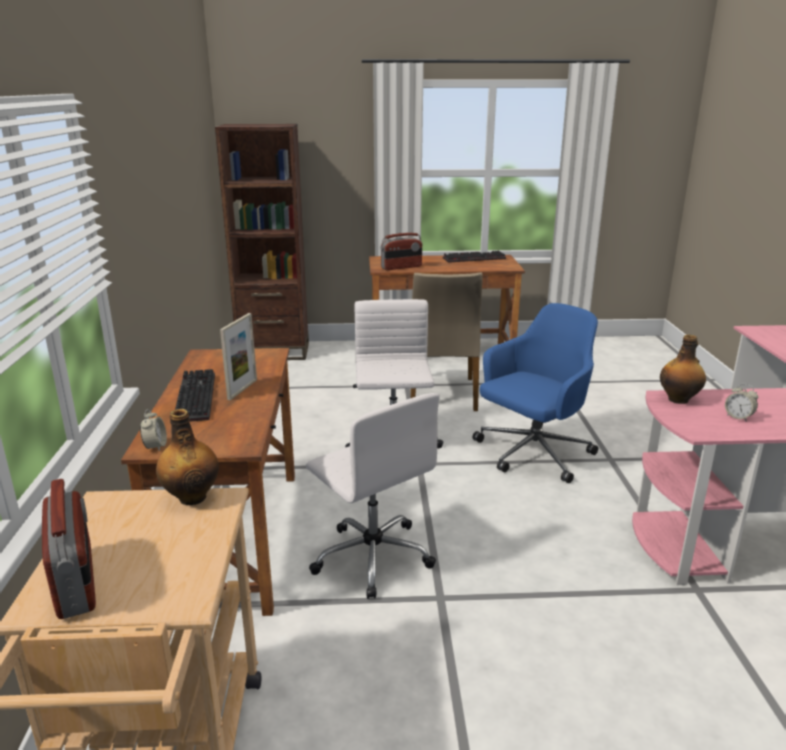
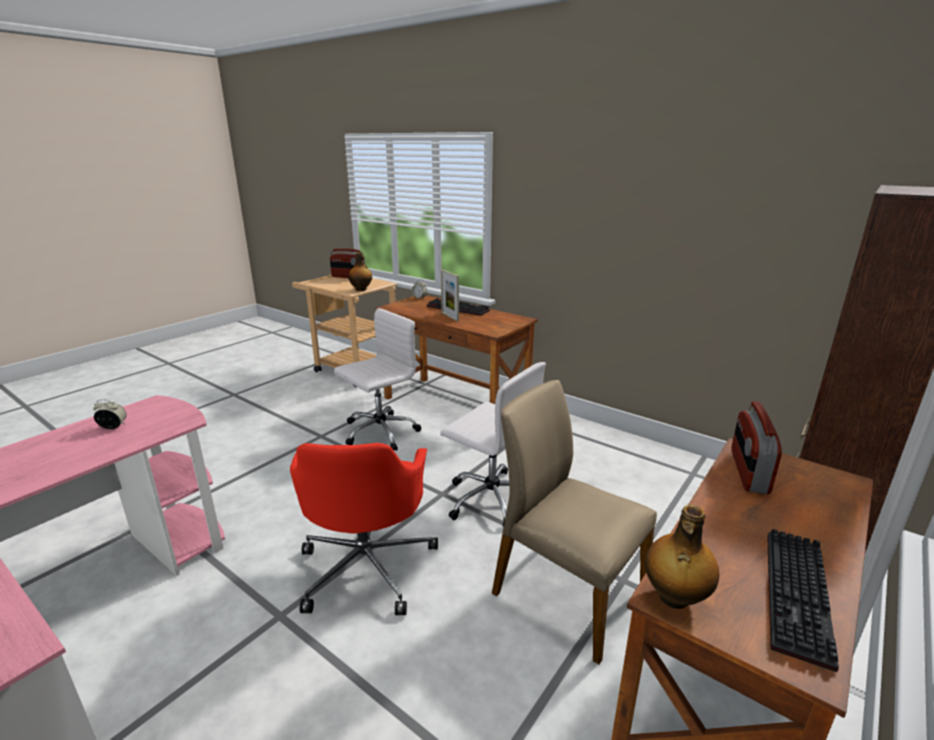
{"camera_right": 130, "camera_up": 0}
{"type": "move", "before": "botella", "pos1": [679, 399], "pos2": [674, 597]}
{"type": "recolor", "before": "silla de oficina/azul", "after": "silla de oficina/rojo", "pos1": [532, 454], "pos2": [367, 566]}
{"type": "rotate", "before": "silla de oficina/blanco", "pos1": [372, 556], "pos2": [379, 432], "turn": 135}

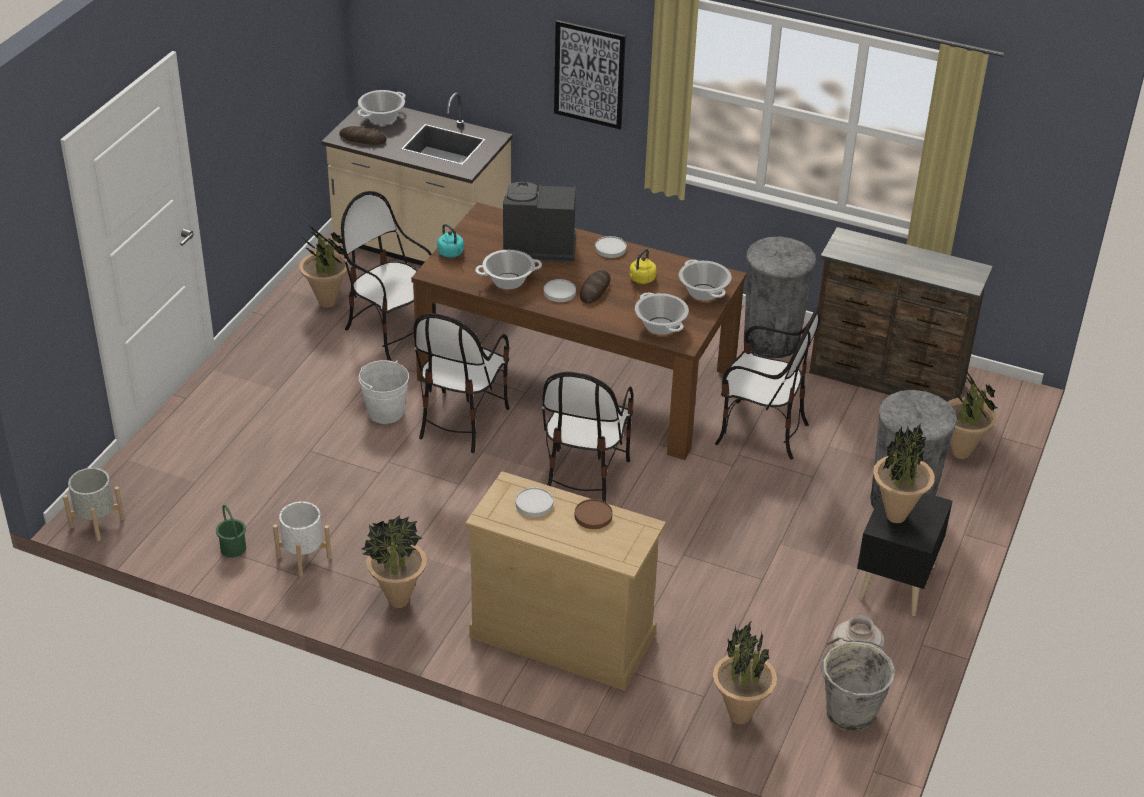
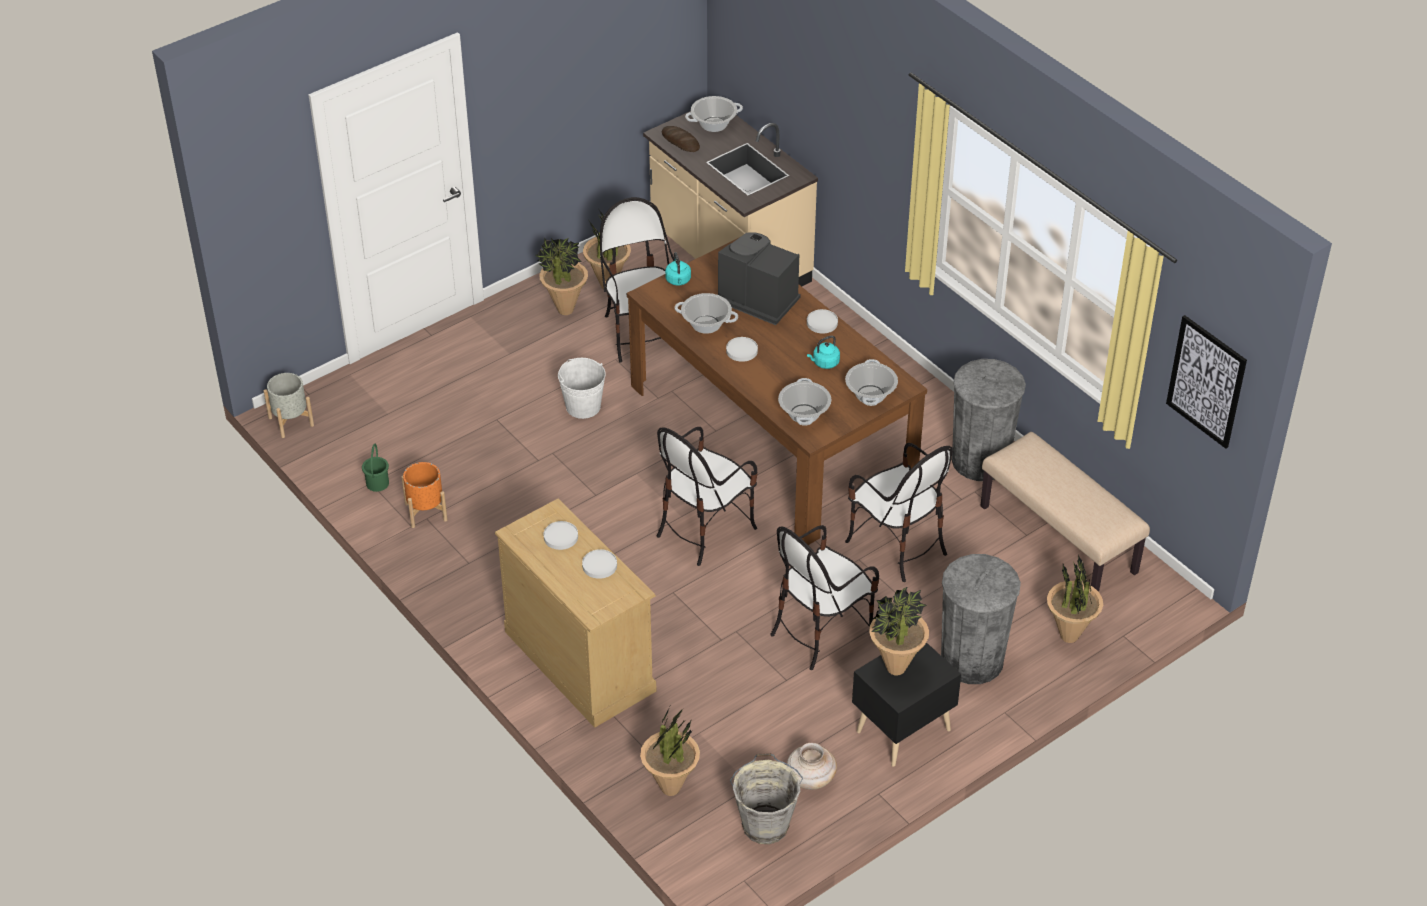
{"camera_right": 30, "camera_up": 5}
{"type": "delete", "before": "pan", "pos1": [595, 289]}
{"type": "move", "before": "planta en maceta", "pos1": [398, 601], "pos2": [565, 310]}
{"type": "move", "before": "silla", "pos1": [461, 421], "pos2": [821, 631]}
{"type": "move", "before": "cuadro", "pos1": [589, 74], "pos2": [1206, 381]}
{"type": "replace", "before": "cómoda/marrón", "after": "banco/beis", "pos1": [887, 380], "pos2": [1059, 539]}
{"type": "recolor", "before": "maceta/blanco", "after": "maceta/naranja", "pos1": [304, 557], "pos2": [426, 512]}
{"type": "recolor", "before": "plato/marrón", "after": "plato/blanco", "pos1": [593, 516], "pos2": [599, 566]}
{"type": "recolor", "before": "hervidor/amarillo", "after": "hervidor/turquesa", "pos1": [641, 280], "pos2": [824, 363]}

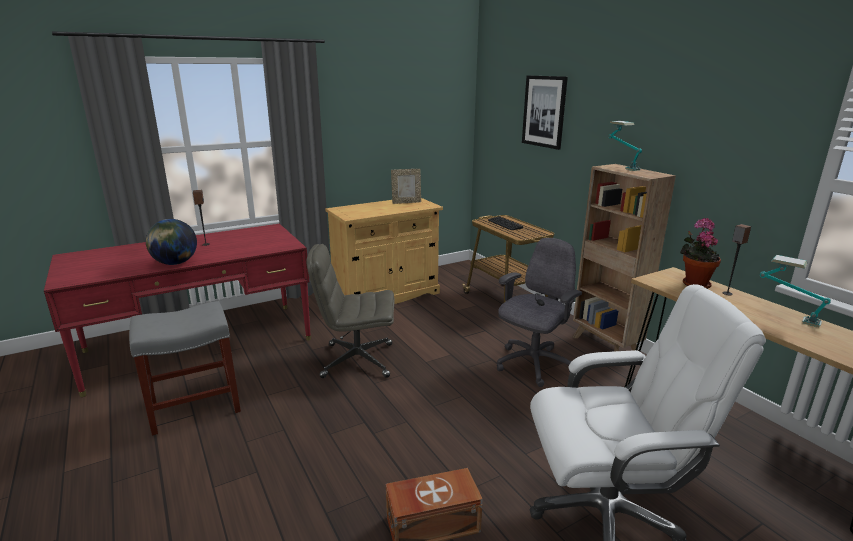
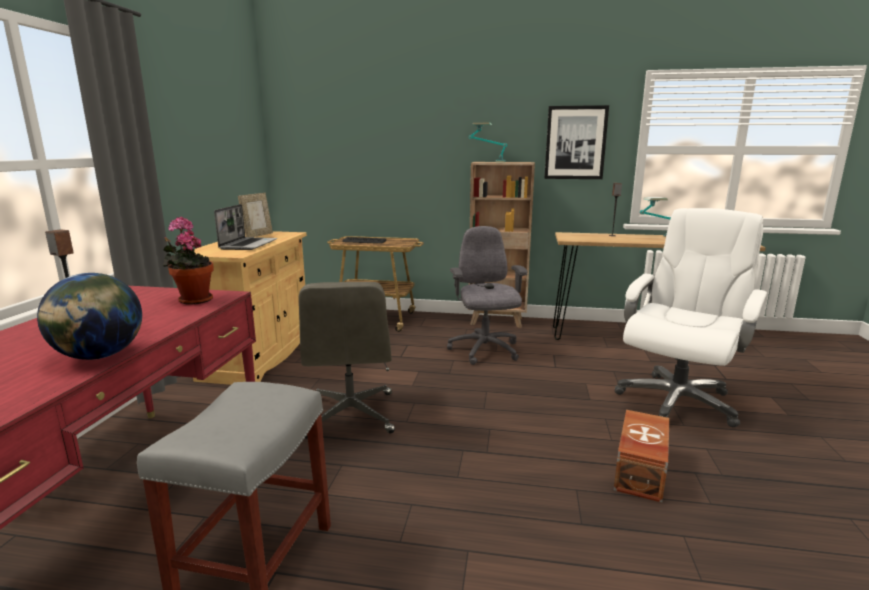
{"camera_right": -50, "camera_up": -5}
{"type": "insert", "after": "portátil", "pos2": [248, 245]}
{"type": "move", "before": "cuadro", "pos1": [544, 111], "pos2": [575, 143]}
{"type": "move", "before": "planta en maceta", "pos1": [694, 283], "pos2": [193, 300]}
{"type": "rotate", "before": "silla de oficina/gris", "pos1": [356, 360], "pos2": [351, 415], "turn": -45}

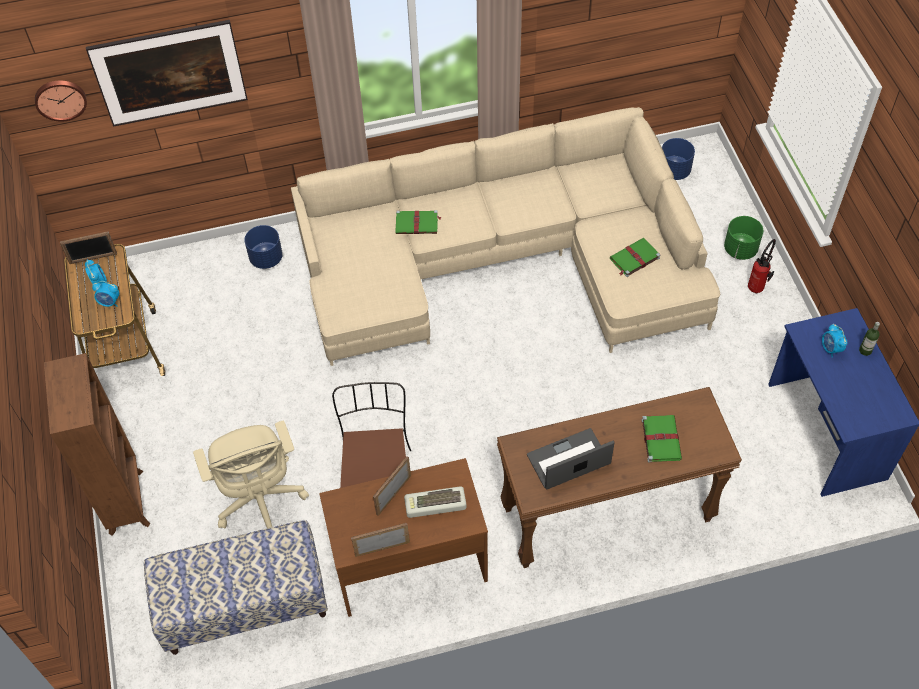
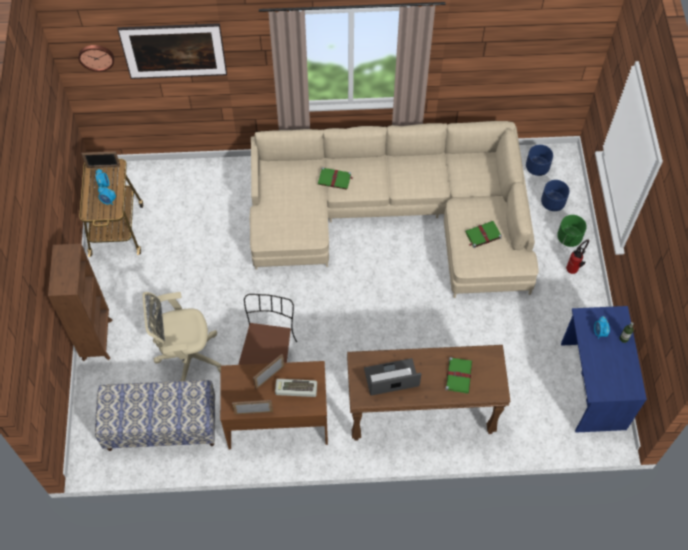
{"camera_right": 10, "camera_up": 5}
{"type": "move", "before": "maceta/azul", "pos1": [266, 258], "pos2": [552, 202]}
{"type": "rotate", "before": "silla de oficina/beis", "pos1": [260, 500], "pos2": [187, 356], "turn": 90}

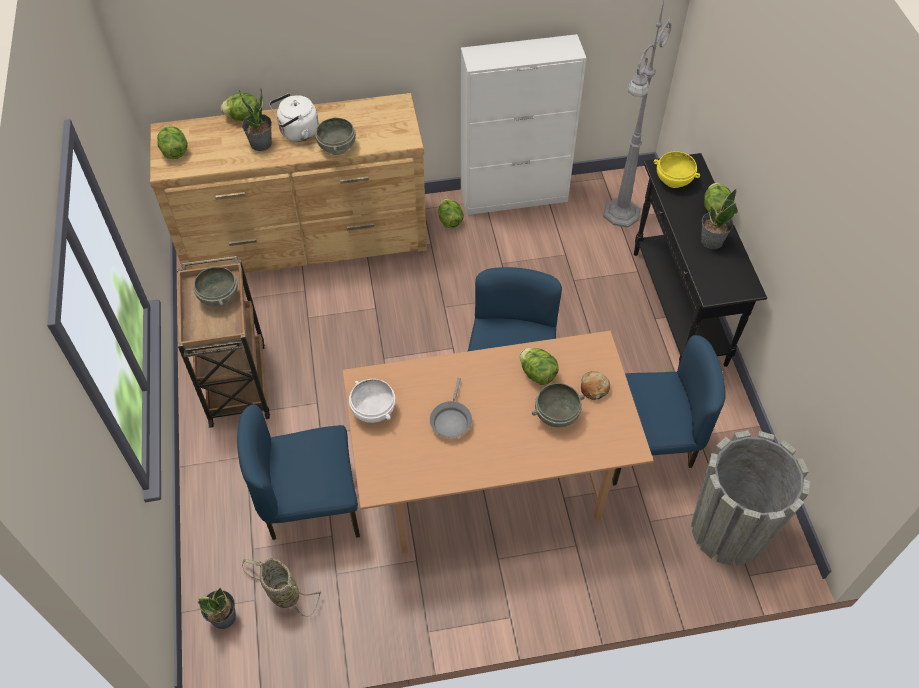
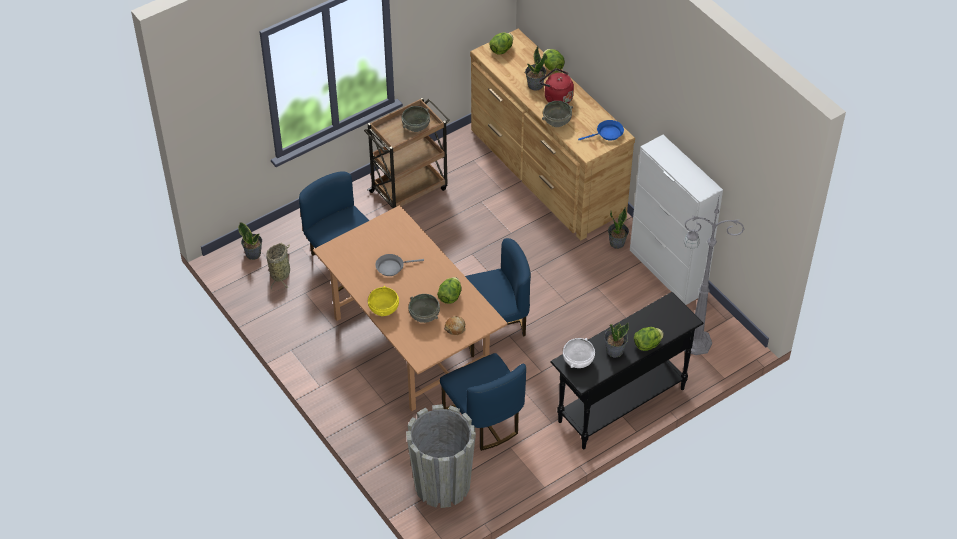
{"camera_right": 65, "camera_up": -5}
{"type": "insert", "after": "sartén/azul", "pos2": [607, 134]}
{"type": "move", "before": "cuenco/blanco", "pos1": [372, 410], "pos2": [577, 360]}
{"type": "move", "before": "cuenco/amarillo", "pos1": [674, 180], "pos2": [384, 309]}
{"type": "replace", "before": "lechuga", "after": "planta en maceta", "pos1": [450, 221], "pos2": [617, 243]}
{"type": "recolor", "before": "hervidor/blanco", "after": "hervidor/rojo", "pos1": [297, 133], "pos2": [556, 97]}

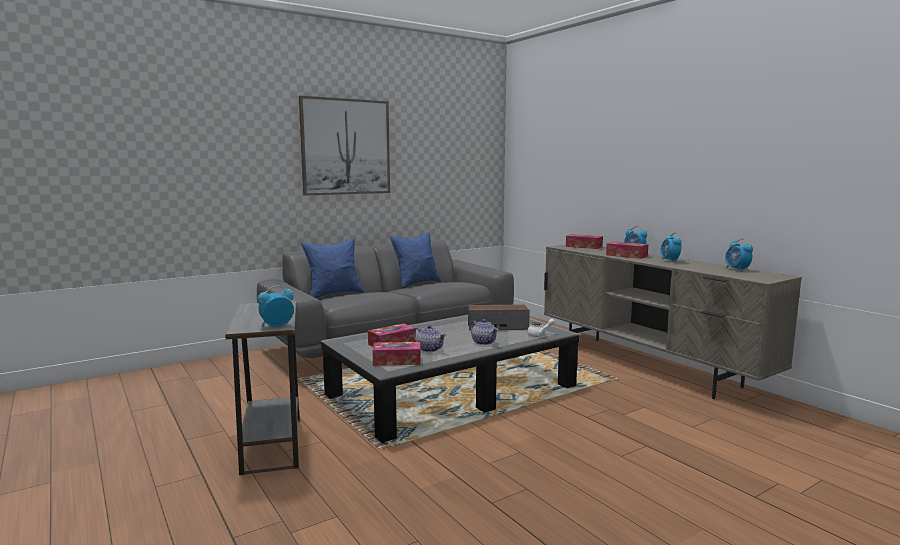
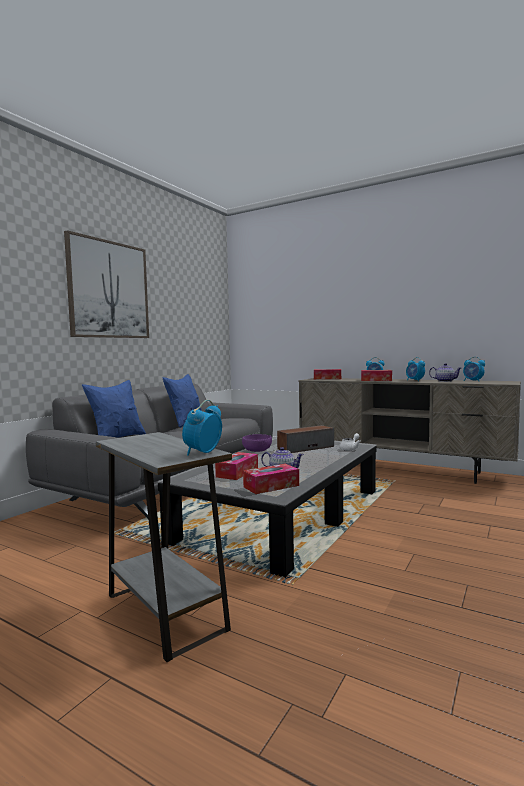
{"camera_right": -25, "camera_up": -5}
{"type": "insert", "after": "cuenco/morado", "pos2": [257, 450]}
{"type": "move", "before": "tetera", "pos1": [483, 342], "pos2": [444, 381]}

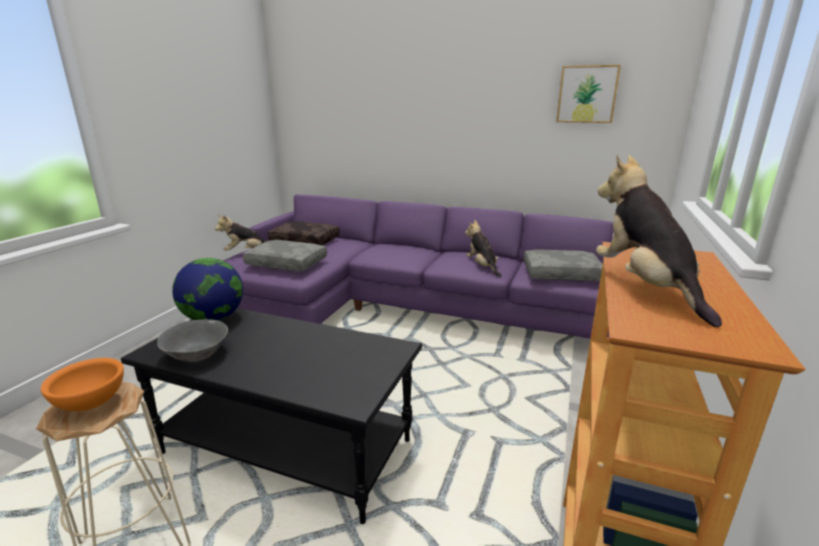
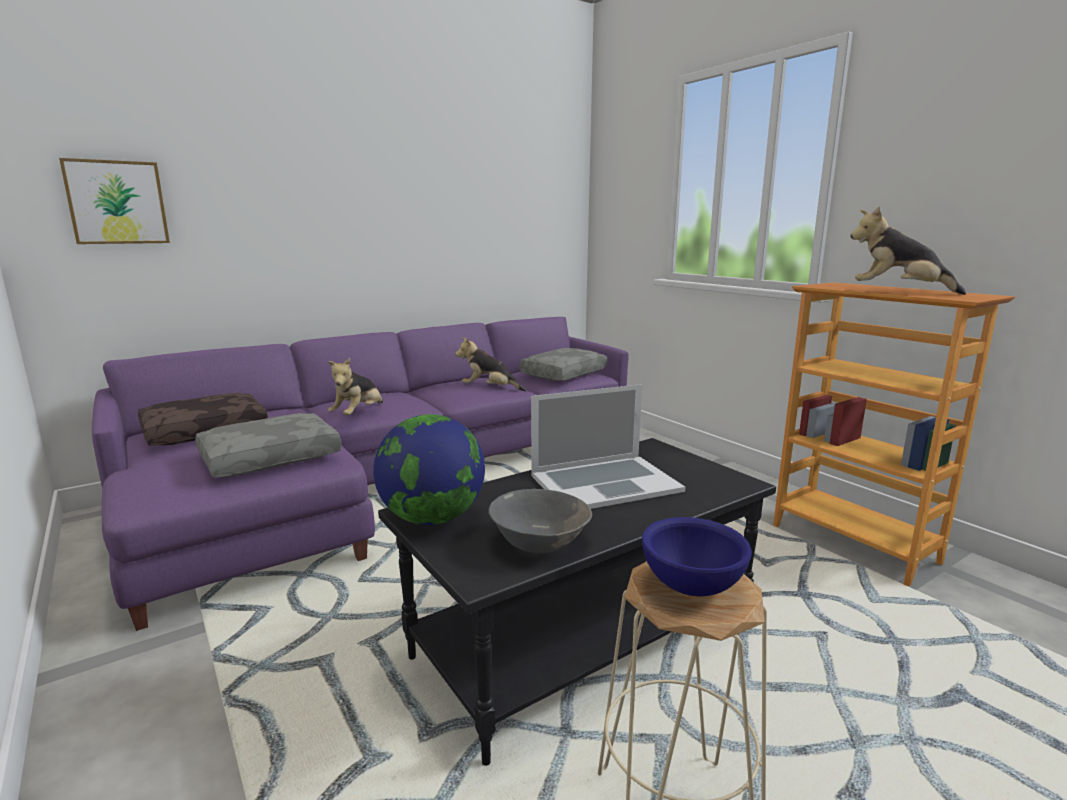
{"camera_right": -55, "camera_up": -5}
{"type": "insert", "after": "portátil", "pos2": [604, 483]}
{"type": "move", "before": "peluche", "pos1": [246, 252], "pos2": [358, 414]}
{"type": "move", "before": "cuadro", "pos1": [587, 94], "pos2": [117, 202]}
{"type": "recolor", "before": "cuenco/naranja", "after": "cuenco/azul", "pos1": [93, 402], "pos2": [691, 585]}

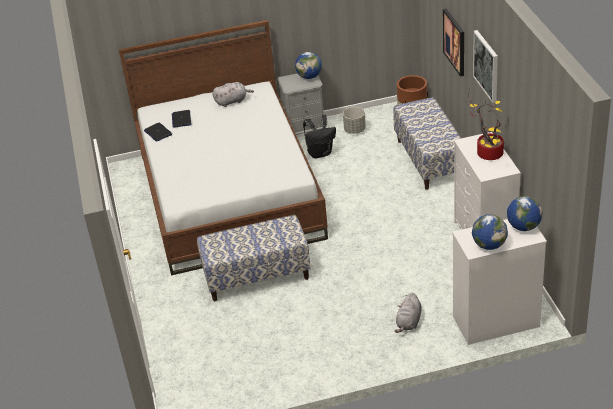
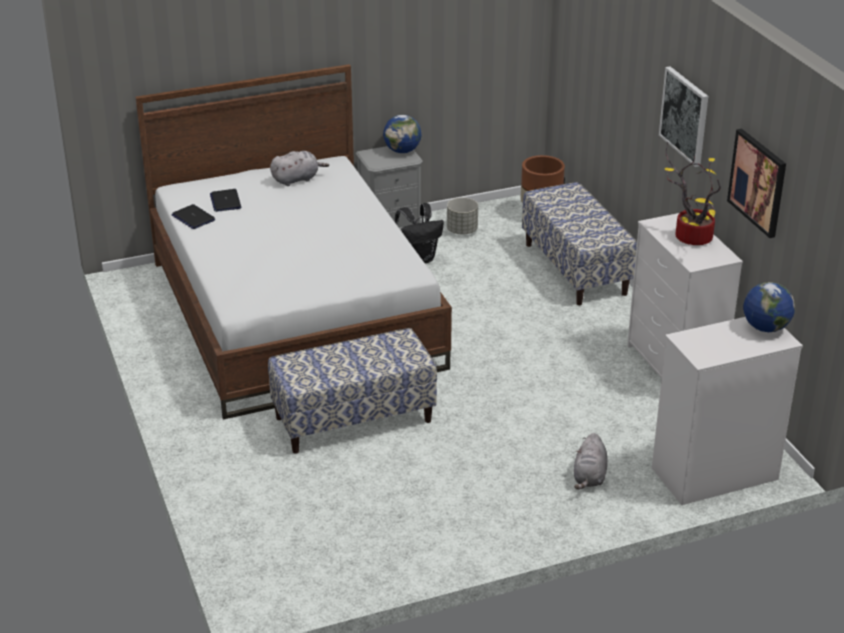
{"camera_right": -10, "camera_up": -5}
{"type": "delete", "before": "globo terráqueo", "pos1": [489, 245]}
{"type": "move", "before": "cuadro", "pos1": [455, 42], "pos2": [758, 182]}

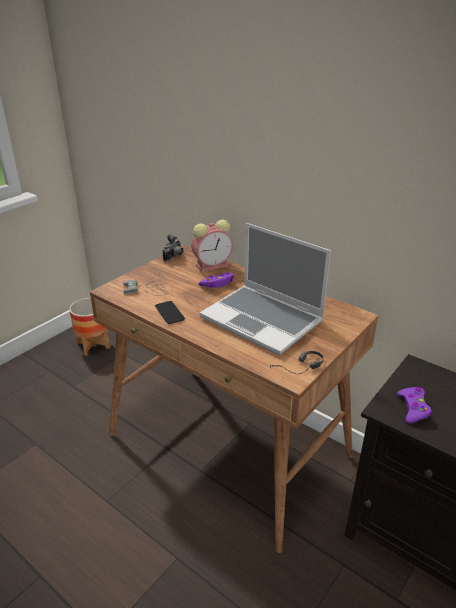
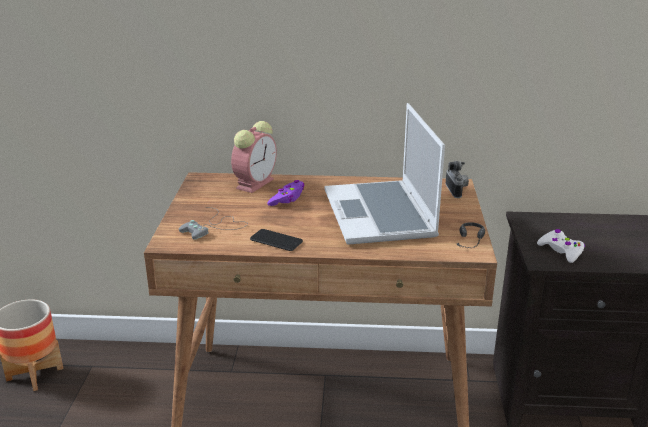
{"camera_right": -35, "camera_up": -5}
{"type": "move", "before": "cámara", "pos1": [174, 257], "pos2": [457, 191]}
{"type": "recolor", "before": "mando de consola/morado", "after": "mando de consola/blanco", "pos1": [413, 408], "pos2": [561, 251]}
{"type": "rotate", "before": "portátil", "pos1": [263, 320], "pos2": [381, 215], "turn": 75}

